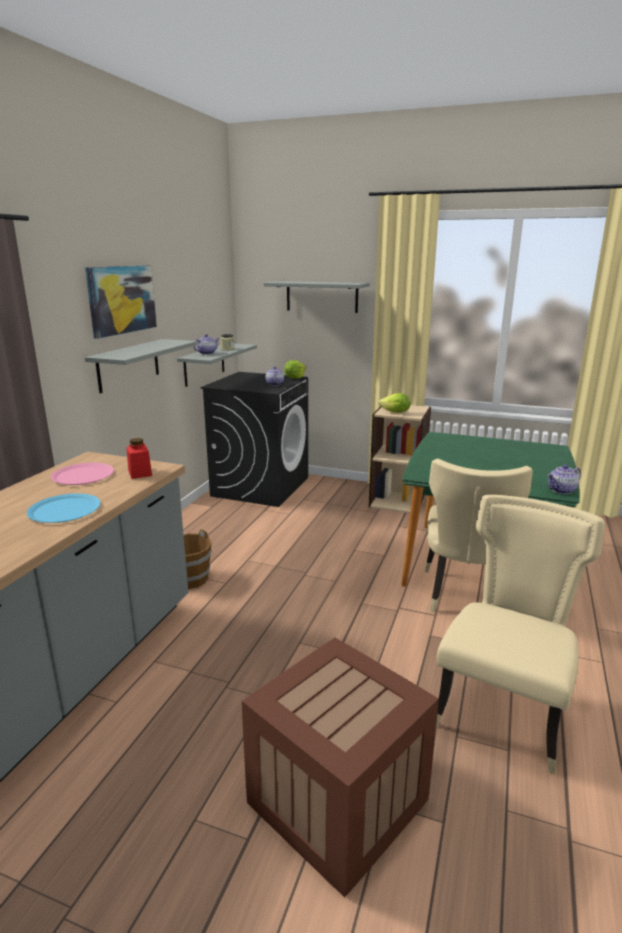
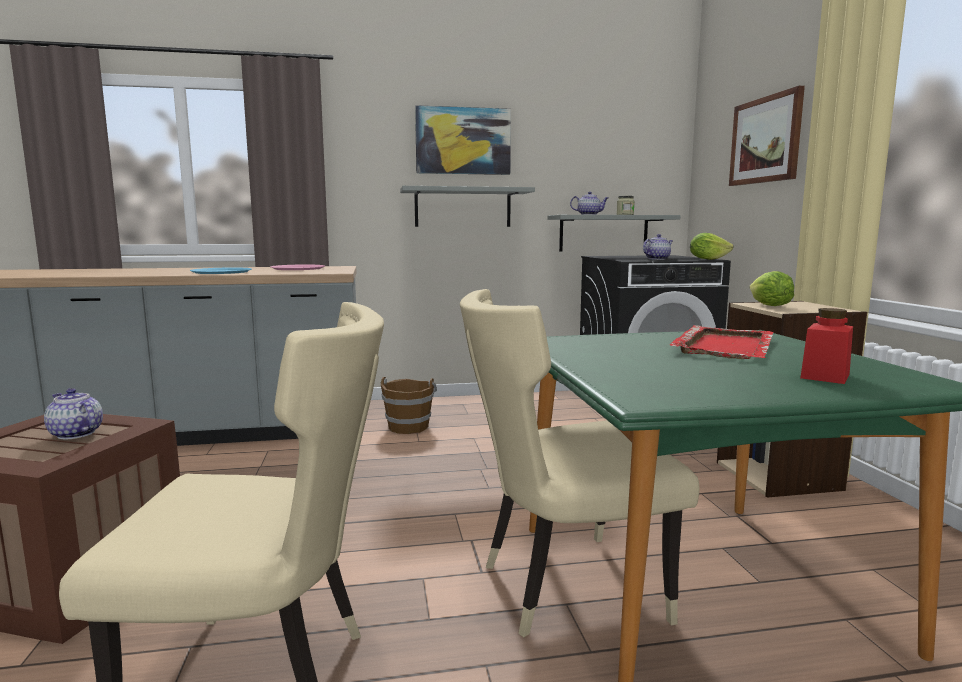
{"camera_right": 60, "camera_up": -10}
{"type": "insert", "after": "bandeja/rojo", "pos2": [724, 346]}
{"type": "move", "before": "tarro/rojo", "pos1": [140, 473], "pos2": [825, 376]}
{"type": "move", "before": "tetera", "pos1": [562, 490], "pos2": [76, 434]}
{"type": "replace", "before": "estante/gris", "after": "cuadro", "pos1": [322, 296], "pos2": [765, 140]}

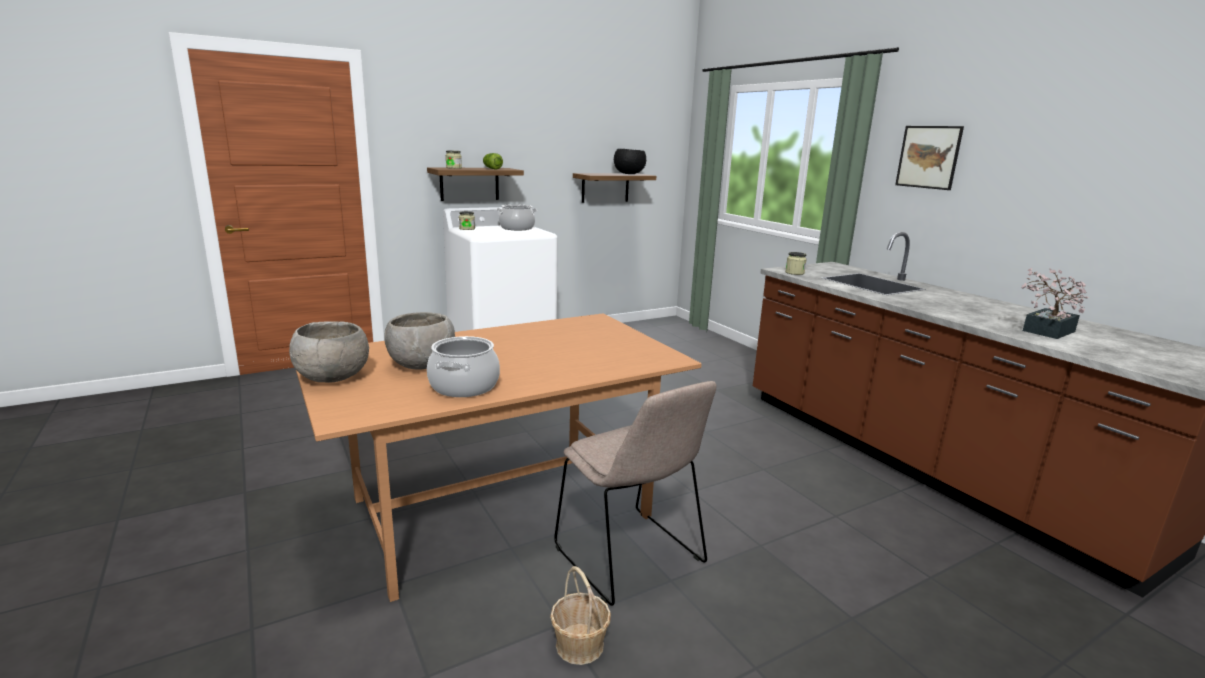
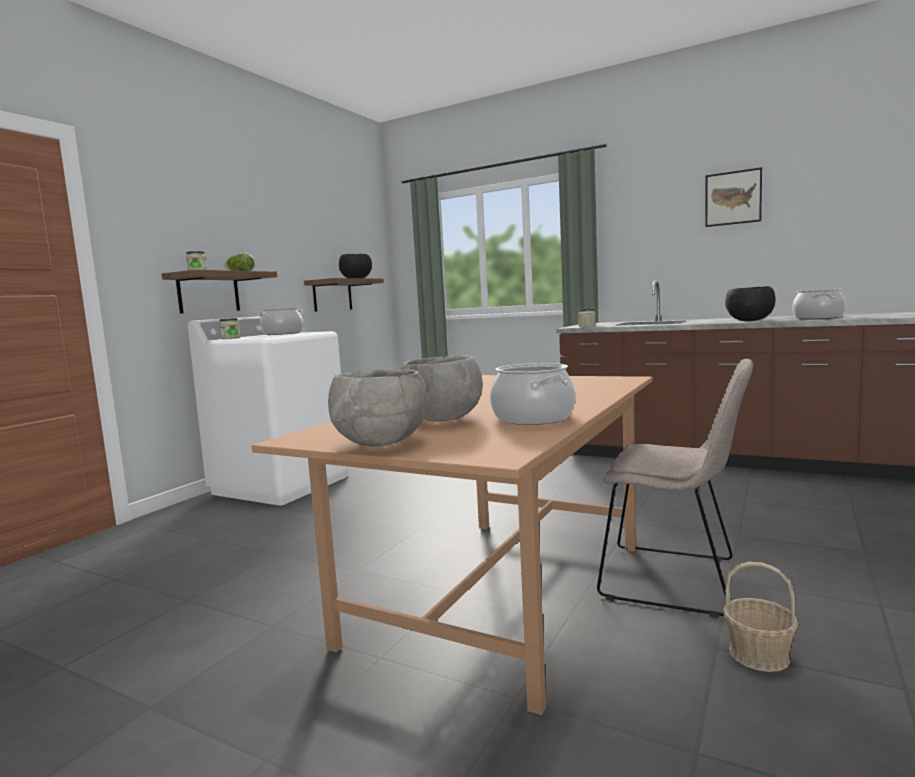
{"camera_right": -30, "camera_up": -10}
{"type": "insert", "after": "cuenco/negro", "pos2": [748, 321]}
{"type": "move", "before": "cuadro", "pos1": [928, 157], "pos2": [733, 198]}
{"type": "replace", "before": "planta en maceta", "after": "olla", "pos1": [1045, 332], "pos2": [817, 318]}

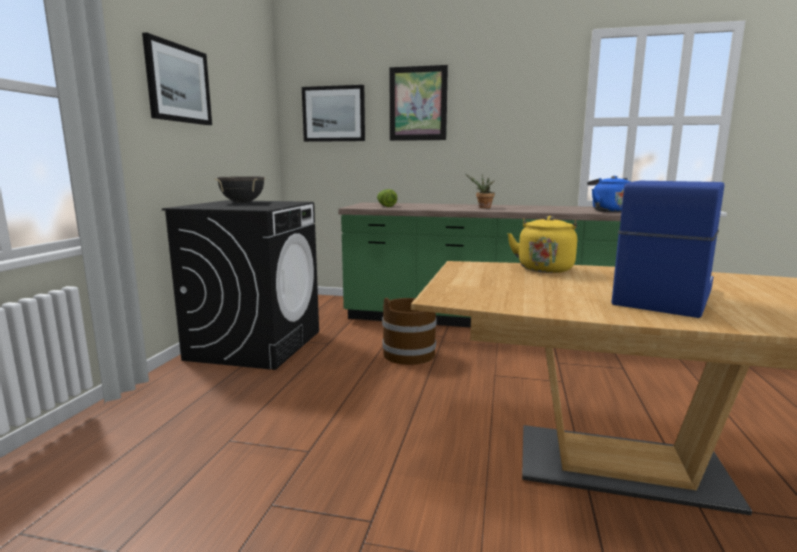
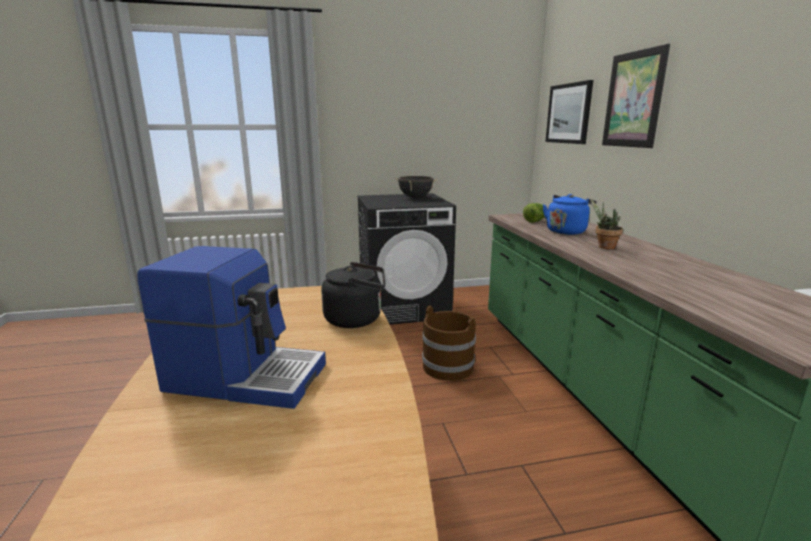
{"camera_right": 65, "camera_up": 5}
{"type": "delete", "before": "cuadro", "pos1": [178, 83]}
{"type": "move", "before": "hervidor/azul", "pos1": [608, 211], "pos2": [566, 231]}
{"type": "recolor", "before": "hervidor/amarillo", "after": "hervidor/negro", "pos1": [545, 268], "pos2": [357, 319]}

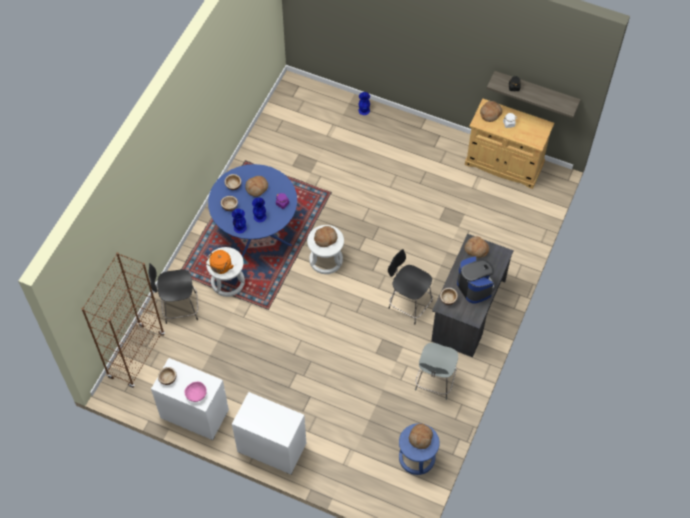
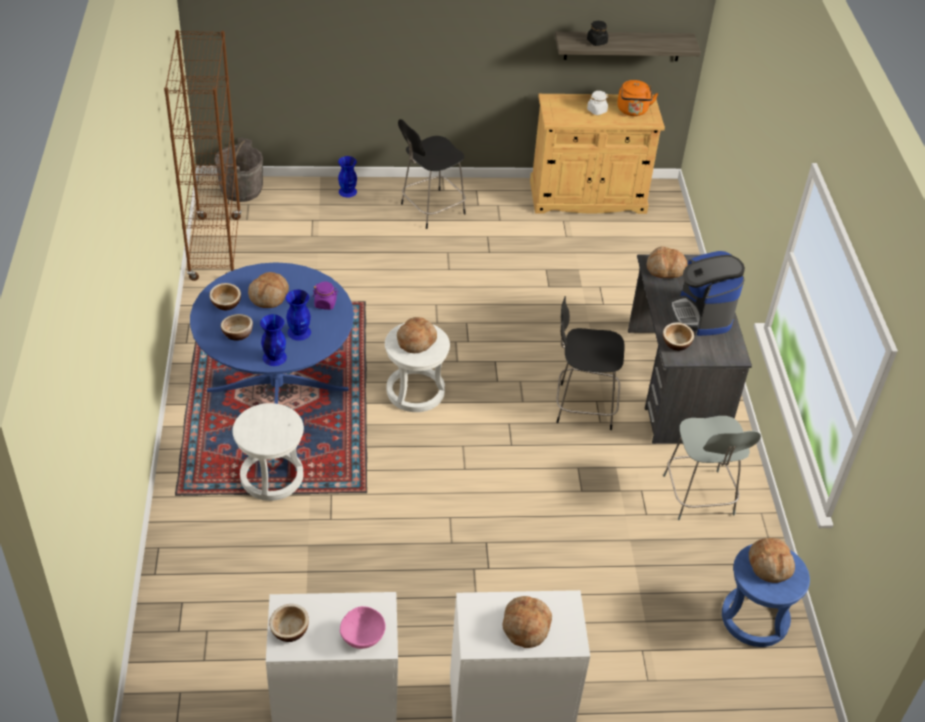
{"camera_right": -30, "camera_up": -15}
{"type": "insert", "after": "cubo/gris", "pos2": [241, 190]}
{"type": "move", "before": "estantería/marrón", "pos1": [136, 356], "pos2": [215, 248]}
{"type": "move", "before": "silla/negro", "pos1": [179, 308], "pos2": [430, 209]}
{"type": "move", "before": "hervidor/naranja", "pos1": [220, 267], "pos2": [633, 111]}
{"type": "move", "before": "pan", "pos1": [490, 113], "pos2": [525, 626]}
{"type": "rotate", "before": "cafetera", "pos1": [475, 286], "pos2": [701, 315], "turn": -135}

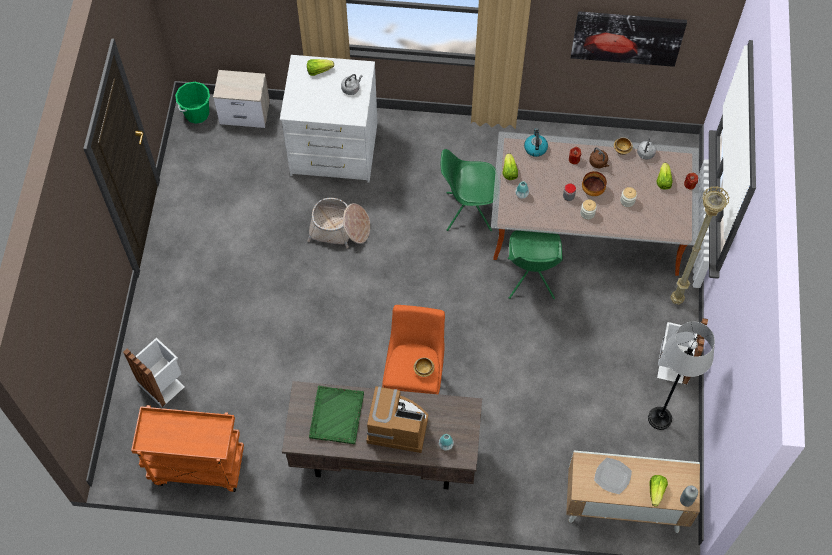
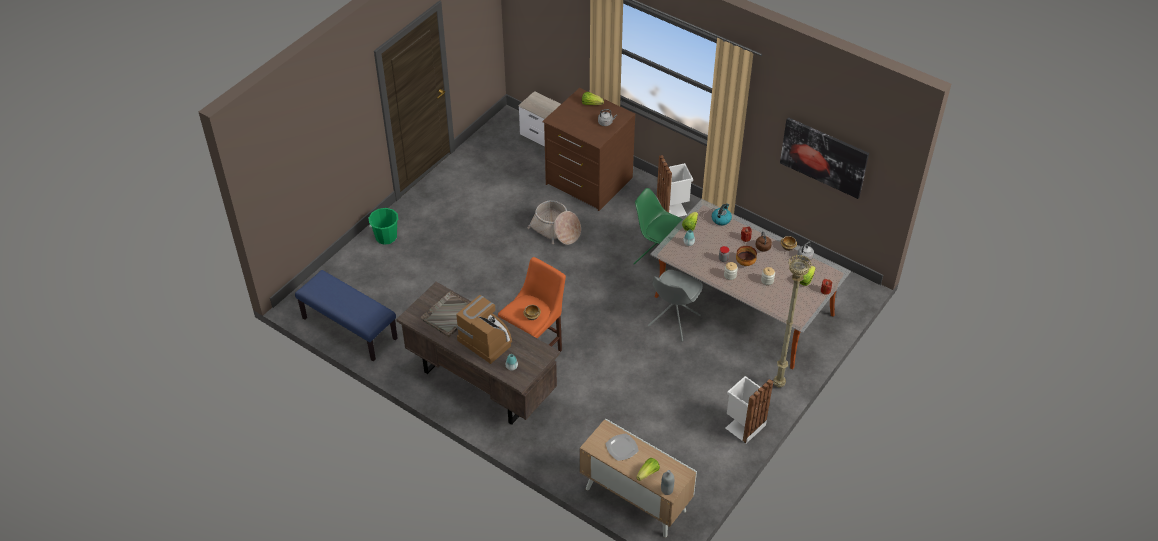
{"camera_right": 30, "camera_up": -15}
{"type": "delete", "before": "lámpara de pie/gris", "pos1": [659, 418]}
{"type": "move", "before": "papelera/blanco", "pos1": [163, 384], "pos2": [673, 207]}
{"type": "move", "before": "cubo/verde", "pos1": [197, 113], "pos2": [386, 237]}
{"type": "replace", "before": "carrito/naranja", "after": "banco/azul", "pos1": [196, 467], "pos2": [349, 328]}
{"type": "recolor", "before": "cómoda/blanco", "after": "cómoda/marrón", "pos1": [334, 150], "pos2": [588, 181]}
{"type": "recolor", "before": "bandeja/verde", "after": "bandeja/gris", "pos1": [336, 416], "pos2": [449, 315]}
{"type": "recolor", "before": "silla/verde", "after": "silla/gris", "pos1": [530, 279], "pos2": [673, 321]}

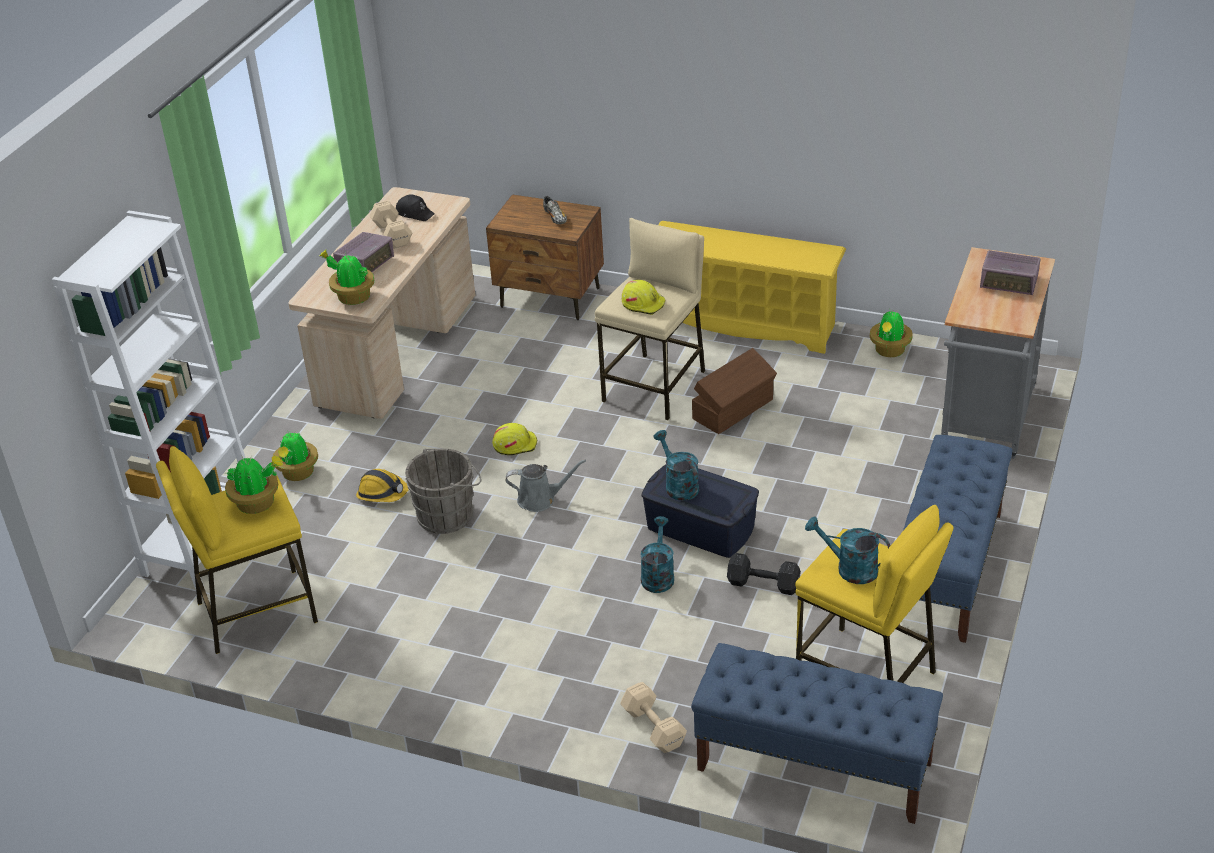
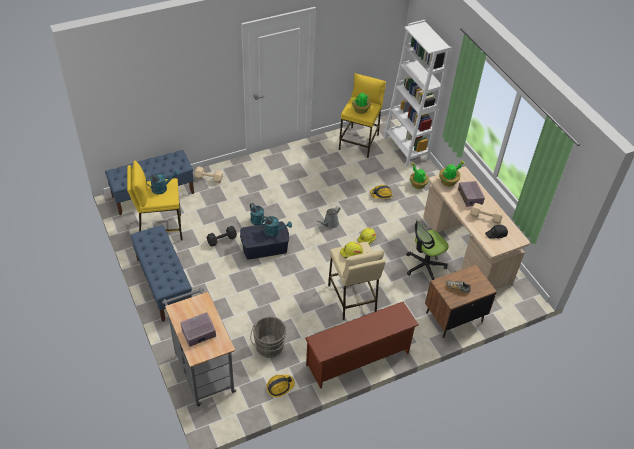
{"camera_right": 130, "camera_up": 10}
{"type": "delete", "before": "caja de almacenaje/marrón", "pos1": [734, 409]}
{"type": "insert", "after": "silla de oficina", "pos2": [424, 266]}
{"type": "move", "before": "cubo/gris", "pos1": [449, 514], "pos2": [269, 348]}
{"type": "replace", "before": "planta en maceta", "after": "casco", "pos1": [889, 351], "pos2": [280, 387]}
{"type": "recolor", "before": "zapatero/amarillo", "after": "zapatero/marrón", "pos1": [744, 323], "pos2": [358, 359]}

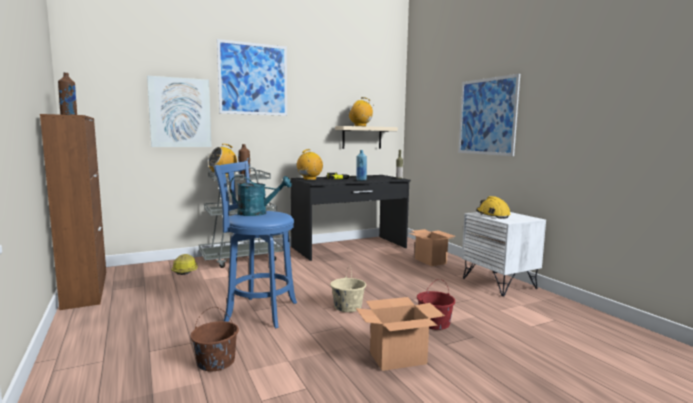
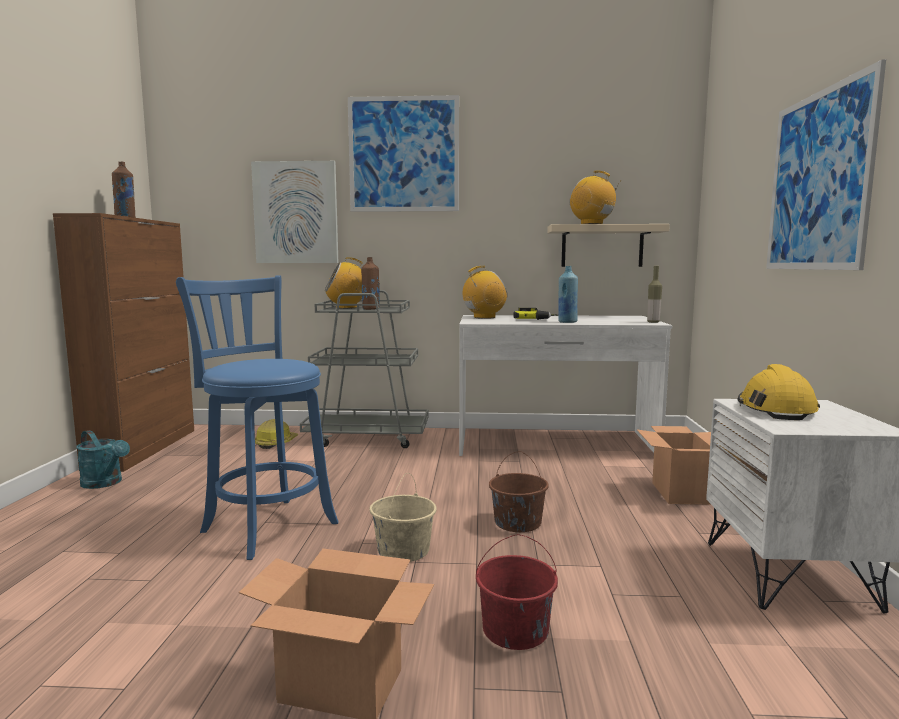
{"camera_right": 30, "camera_up": 0}
{"type": "move", "before": "cubo/marrón", "pos1": [215, 362], "pos2": [517, 522]}
{"type": "move", "before": "regadera/turquesa", "pos1": [258, 213], "pos2": [105, 483]}
{"type": "recolor", "before": "escritorio/negro", "after": "escritorio/blanco", "pos1": [349, 247], "pos2": [554, 443]}

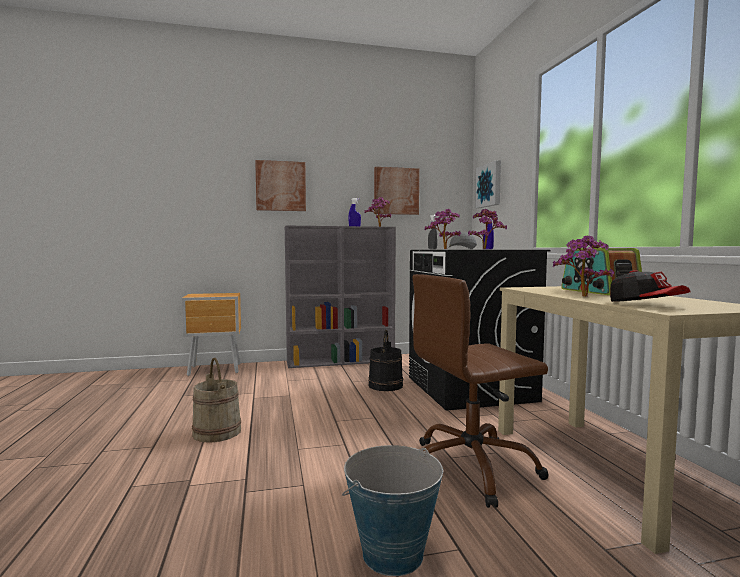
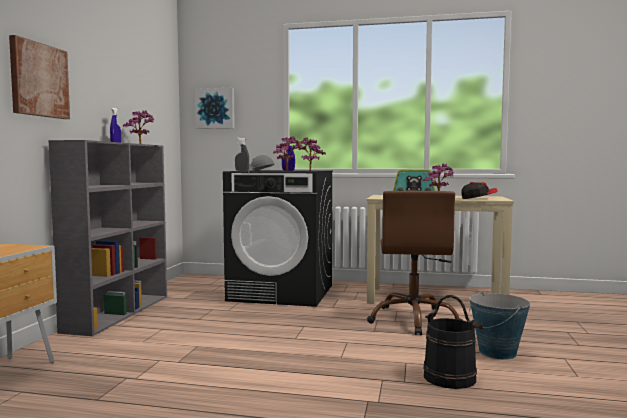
{"camera_right": -65, "camera_up": 0}
{"type": "delete", "before": "cubo/beis", "pos1": [216, 432]}
{"type": "delete", "before": "cuadro", "pos1": [396, 191]}
{"type": "move", "before": "cubo/negro", "pos1": [386, 385], "pos2": [449, 377]}

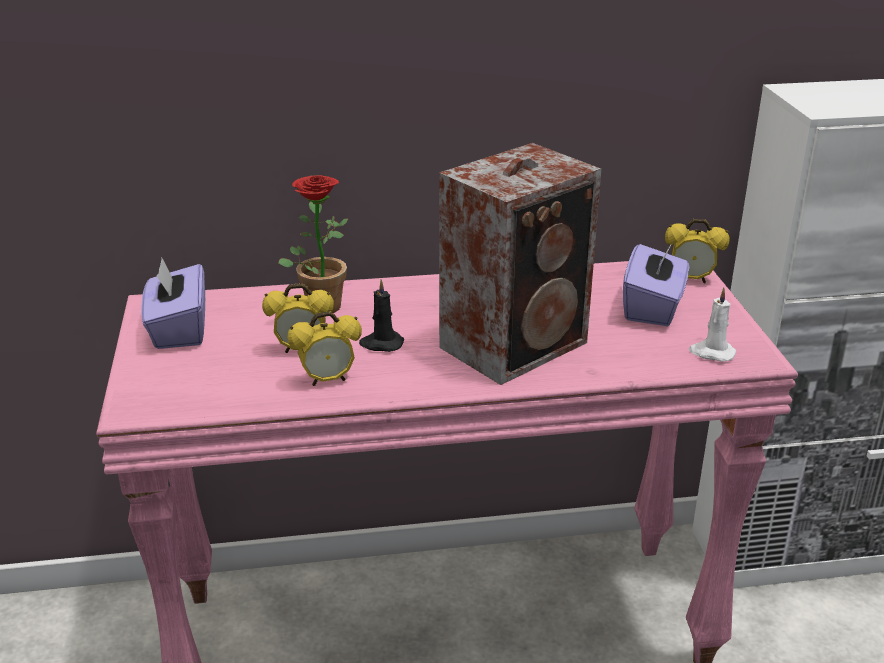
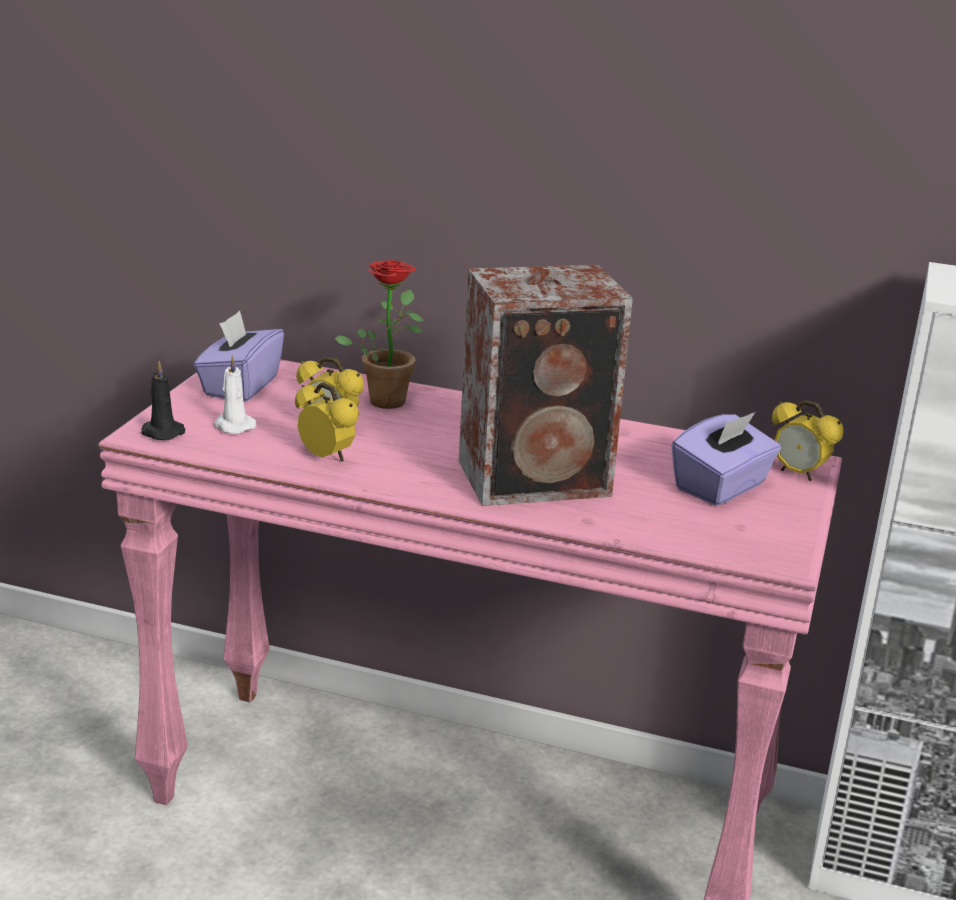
{"camera_right": 25, "camera_up": -5}
{"type": "move", "before": "vela/negro", "pos1": [381, 344], "pos2": [161, 432]}
{"type": "move", "before": "vela/blanco", "pos1": [711, 352], "pos2": [233, 426]}
{"type": "rotate", "before": "despertador", "pos1": [327, 380], "pos2": [326, 458], "turn": -150}

